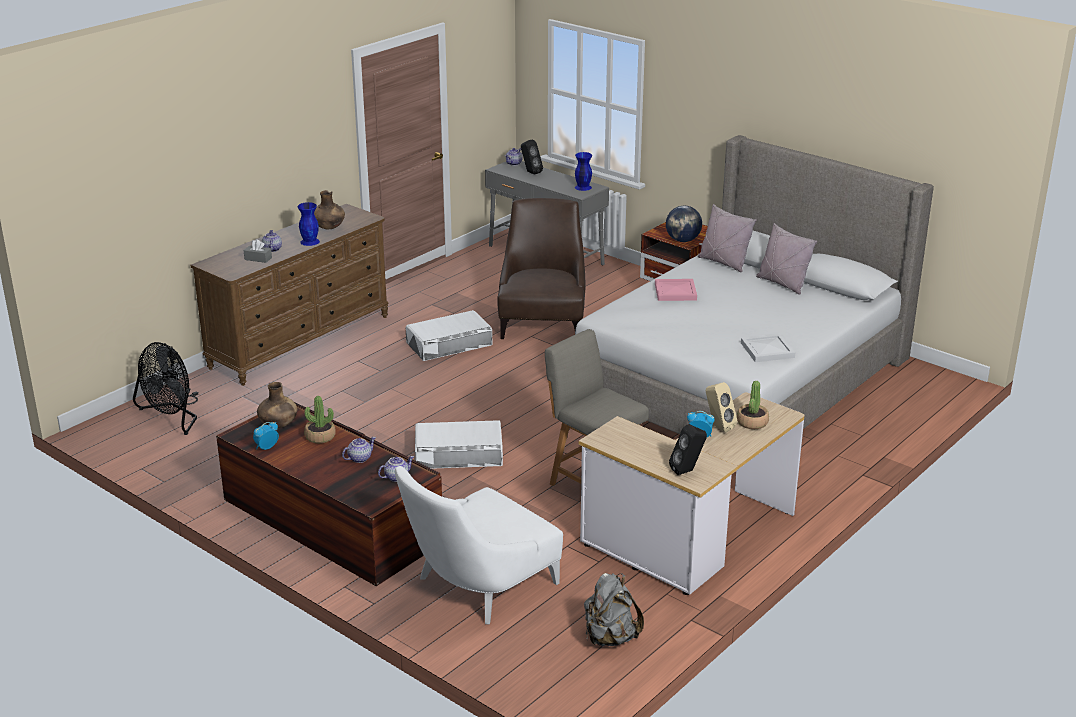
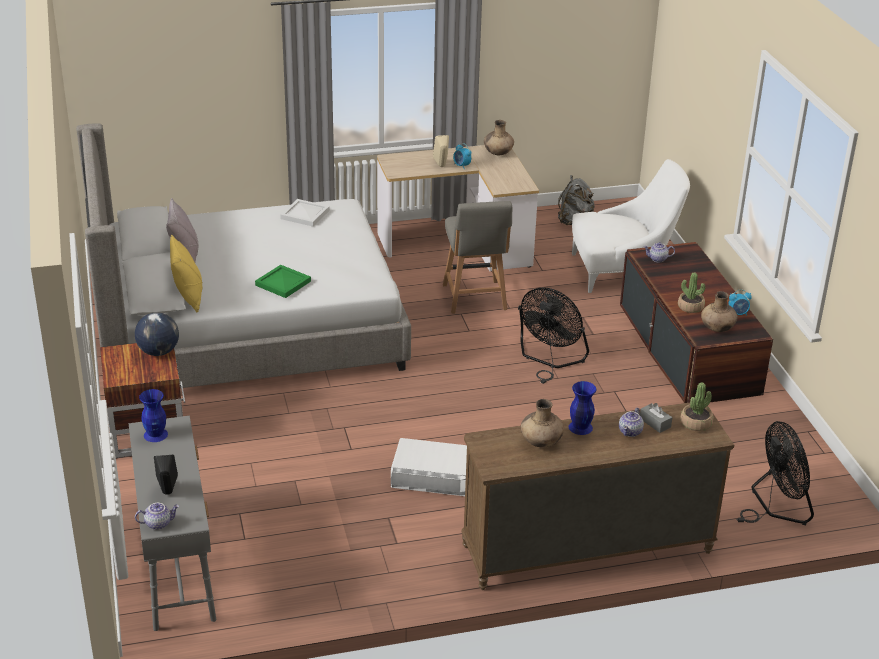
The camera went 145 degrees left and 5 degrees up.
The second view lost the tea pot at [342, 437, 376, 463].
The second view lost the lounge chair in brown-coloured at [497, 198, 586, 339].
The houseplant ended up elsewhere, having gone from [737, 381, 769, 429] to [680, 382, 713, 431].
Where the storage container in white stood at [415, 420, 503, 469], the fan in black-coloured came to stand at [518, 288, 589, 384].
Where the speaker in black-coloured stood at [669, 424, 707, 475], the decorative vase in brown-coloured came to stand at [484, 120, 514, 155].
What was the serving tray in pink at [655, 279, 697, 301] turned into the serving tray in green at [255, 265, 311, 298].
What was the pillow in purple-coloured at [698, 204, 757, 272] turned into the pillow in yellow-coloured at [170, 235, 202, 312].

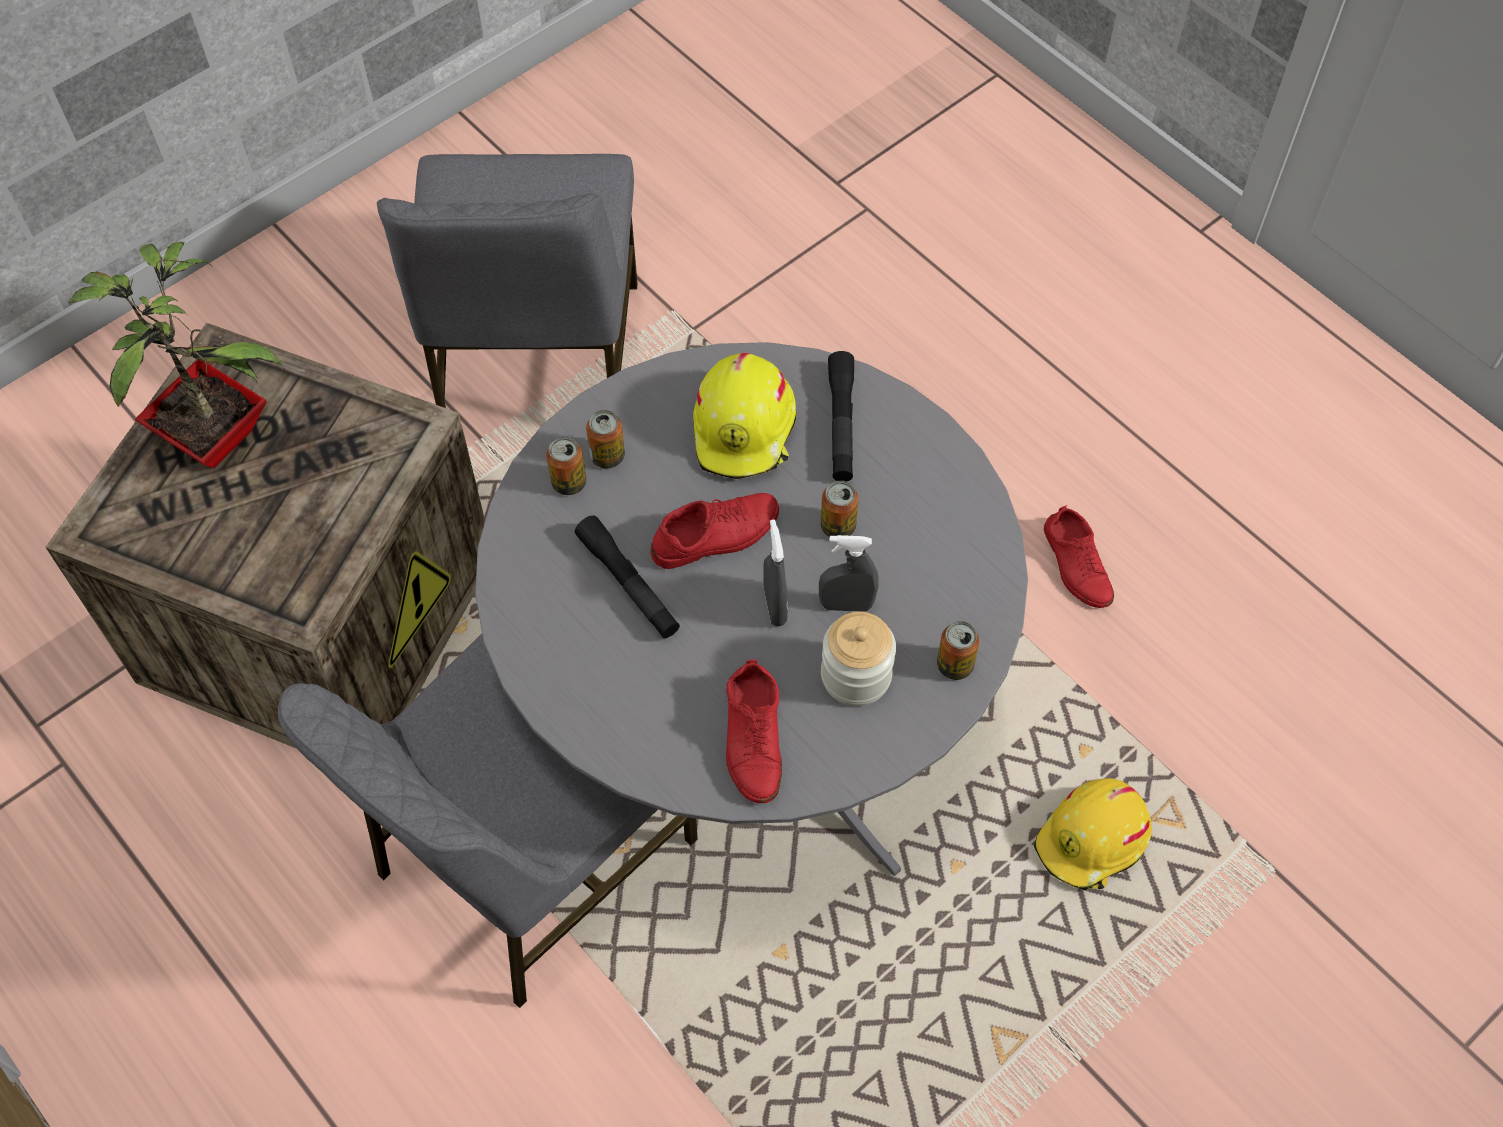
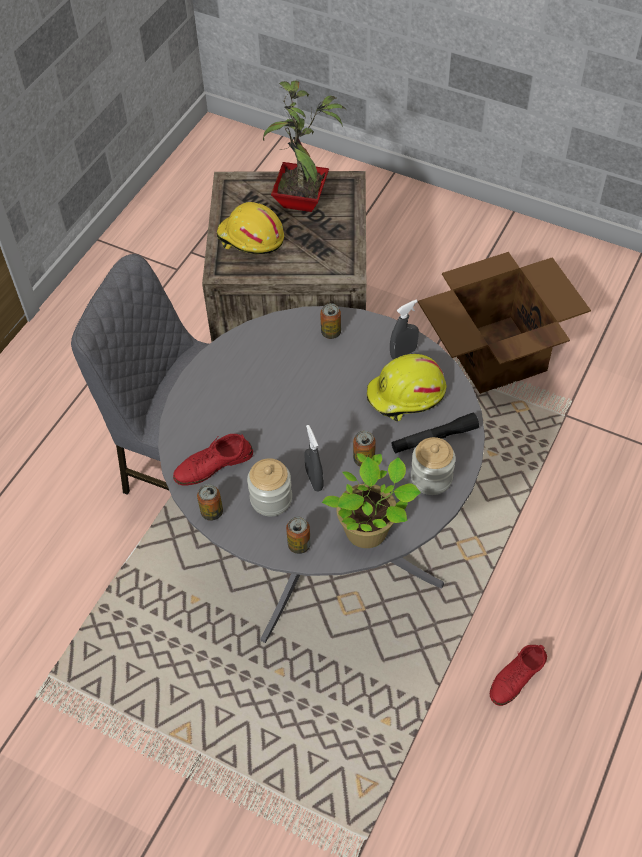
The camera went 70 degrees right and 5 degrees down.
The second view lost the torch in black-coloured at [575, 515, 680, 638].
The second view lost the item of footwear in red-coloured at [650, 493, 779, 569].
The second view gained the houseplant at [322, 453, 421, 548].
The second view gained the storage jar at [411, 437, 456, 495].
The can ended up elsewhere, having gone from [586, 410, 625, 468] to [197, 484, 223, 521].
The hand sprayer in gray ended up elsewhere, having gone from [763, 519, 788, 626] to [390, 299, 419, 360].
The safety helmet in yellow-coloured ended up elsewhere, having gone from [1034, 778, 1152, 890] to [217, 202, 284, 254].
Where the chair in gray stood at [377, 154, 638, 408], the carton came to stand at [418, 252, 591, 394].

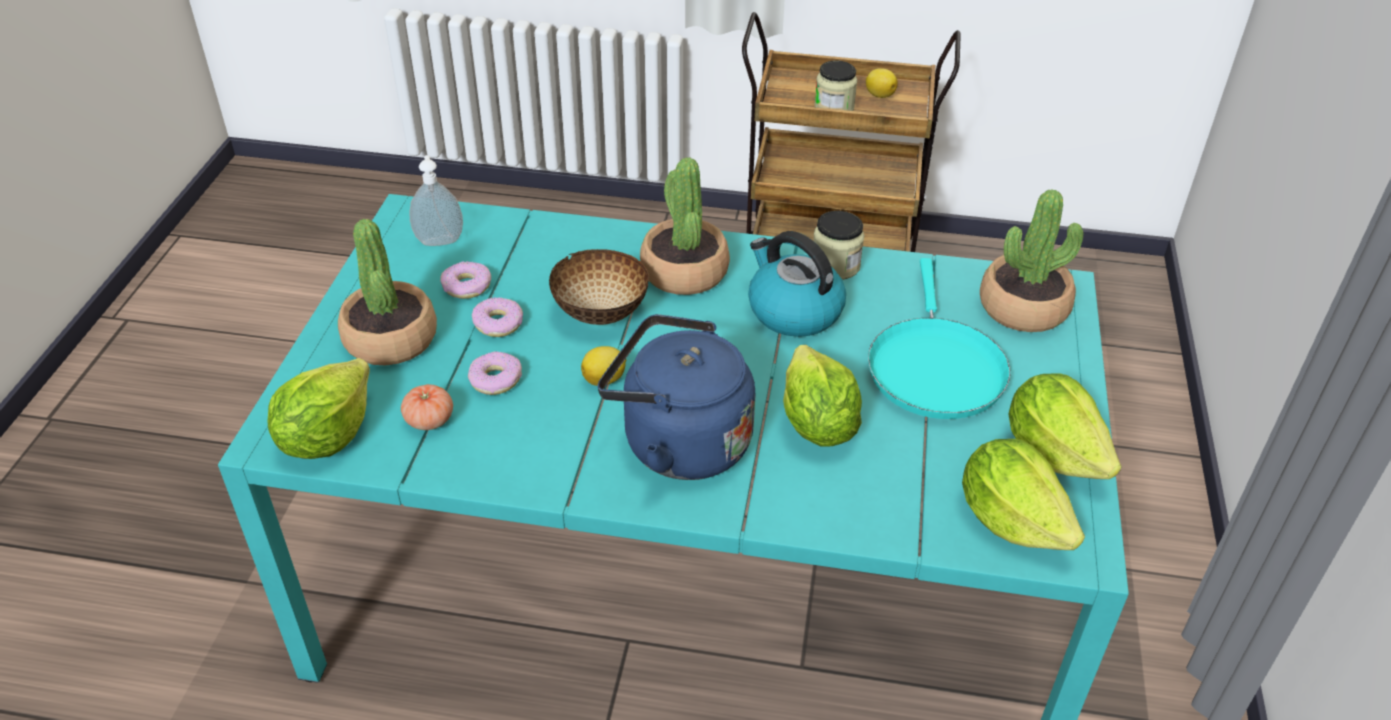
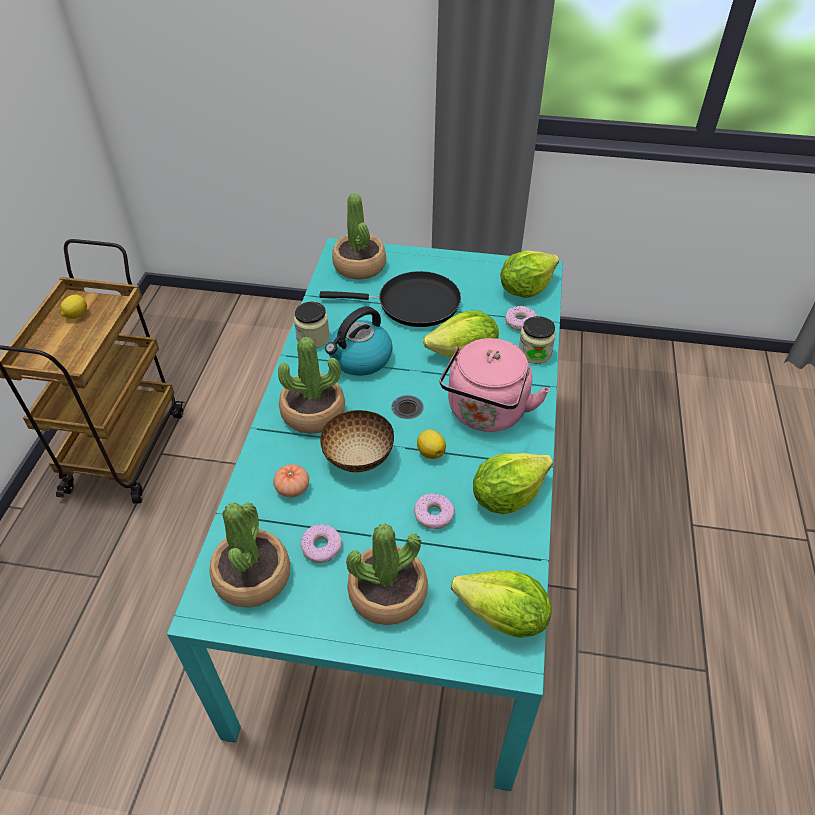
The camera went 90 degrees left and 5 degrees up.
The fresh tomato ended up elsewhere, having gone from [401, 384, 453, 430] to [273, 464, 309, 498].
The ring doughnut ended up elsewhere, having gone from [472, 297, 523, 337] to [505, 306, 537, 331].
The storage jar ended up elsewhere, having gone from [814, 60, 857, 111] to [519, 316, 556, 364].
The lettuce head ended up elsewhere, having gone from [1008, 373, 1122, 479] to [473, 453, 553, 514].
Where the soap bottle stood at [409, 155, 463, 246], the houseplant came to stand at [209, 502, 290, 607].
What was the tea kettle in blue-coloured at [598, 314, 755, 480] turned into the tea kettle in pink at [439, 338, 550, 432].
What was the pan in turquoise at [868, 258, 1011, 419] turned into the pan in black-coloured at [319, 271, 461, 327].

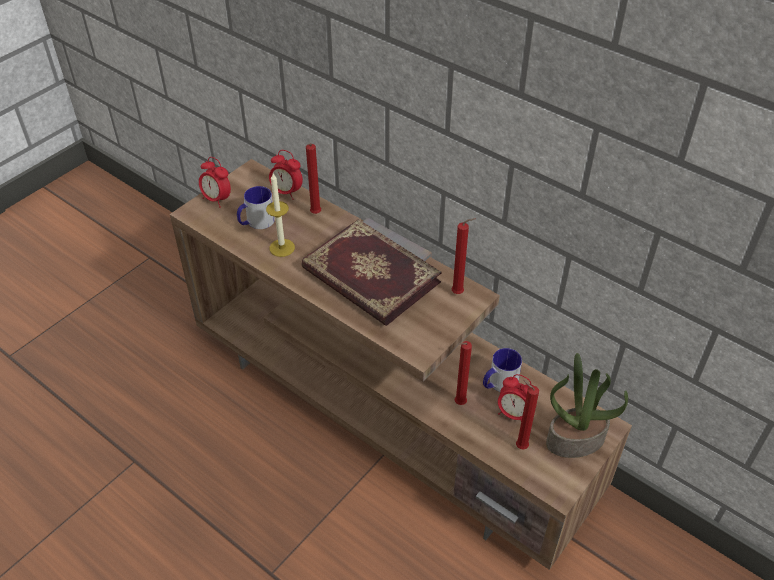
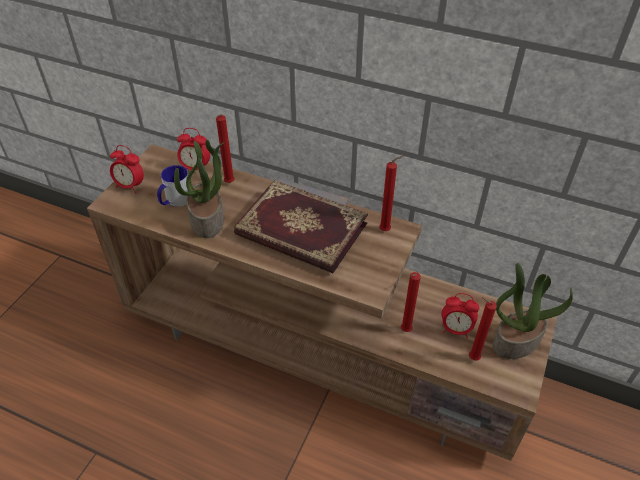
The camera went 15 degrees left and 0 degrees up.
The second view lost the coffee mug at [483, 348, 522, 392].
Where the candle stood at [266, 173, 295, 257], the houseplant came to stand at [174, 140, 225, 238].

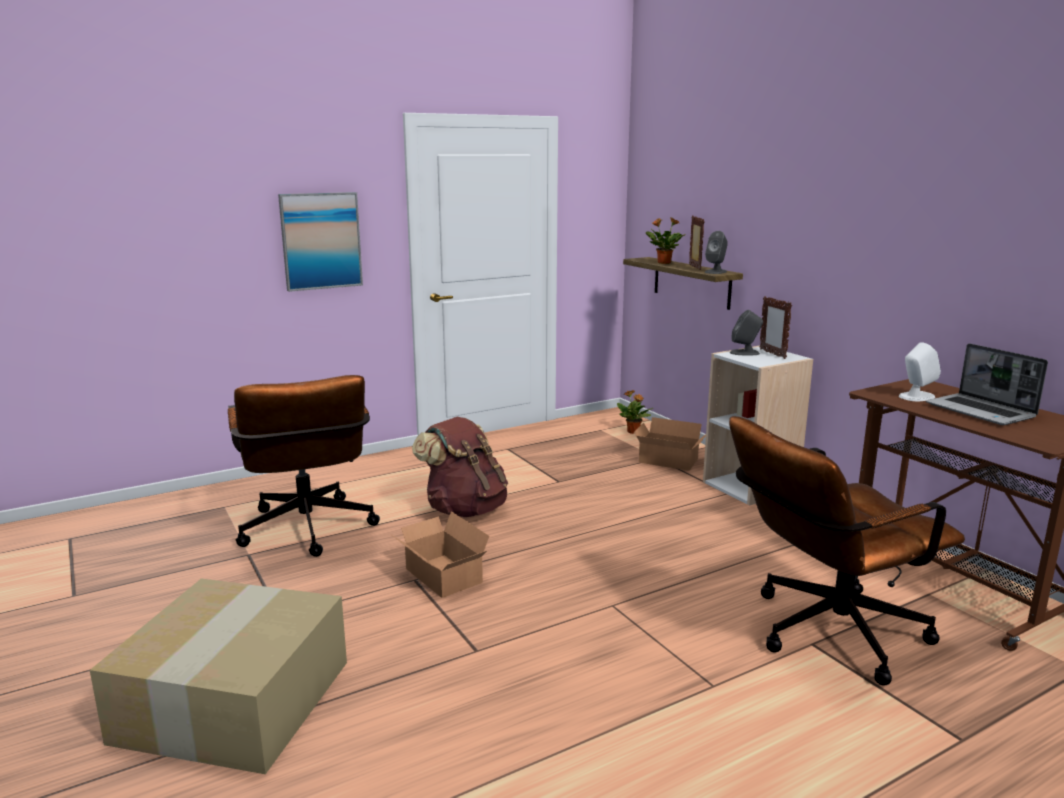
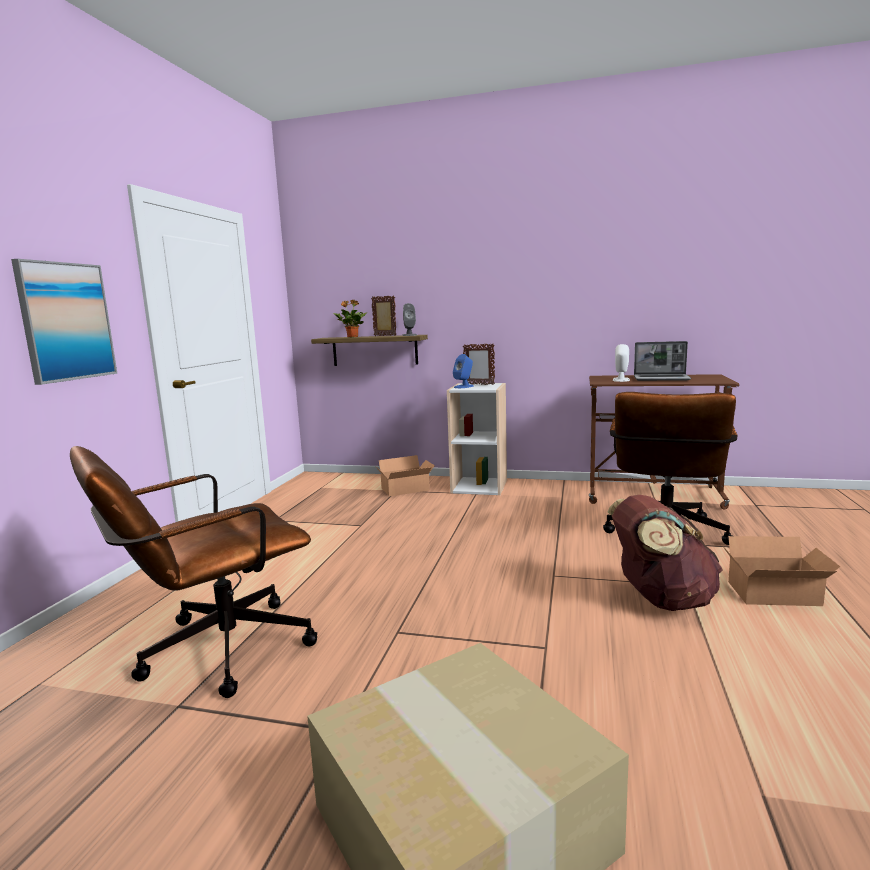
The camera went 45 degrees left and 5 degrees down.
The second view lost the houseplant at [617, 390, 653, 434].
The carton ended up elsewhere, having gone from [390, 511, 489, 598] to [722, 536, 840, 606].
The knapsack in brown-coloured ended up elsewhere, having gone from [412, 417, 508, 517] to [608, 495, 723, 611].
What was the speaker in gray at [730, 310, 763, 355] turned into the speaker in blue-coloured at [453, 354, 473, 388].
The office chair in brown-coloured at [228, 375, 380, 557] ended up facing another way, 120 degrees clockwise from before.

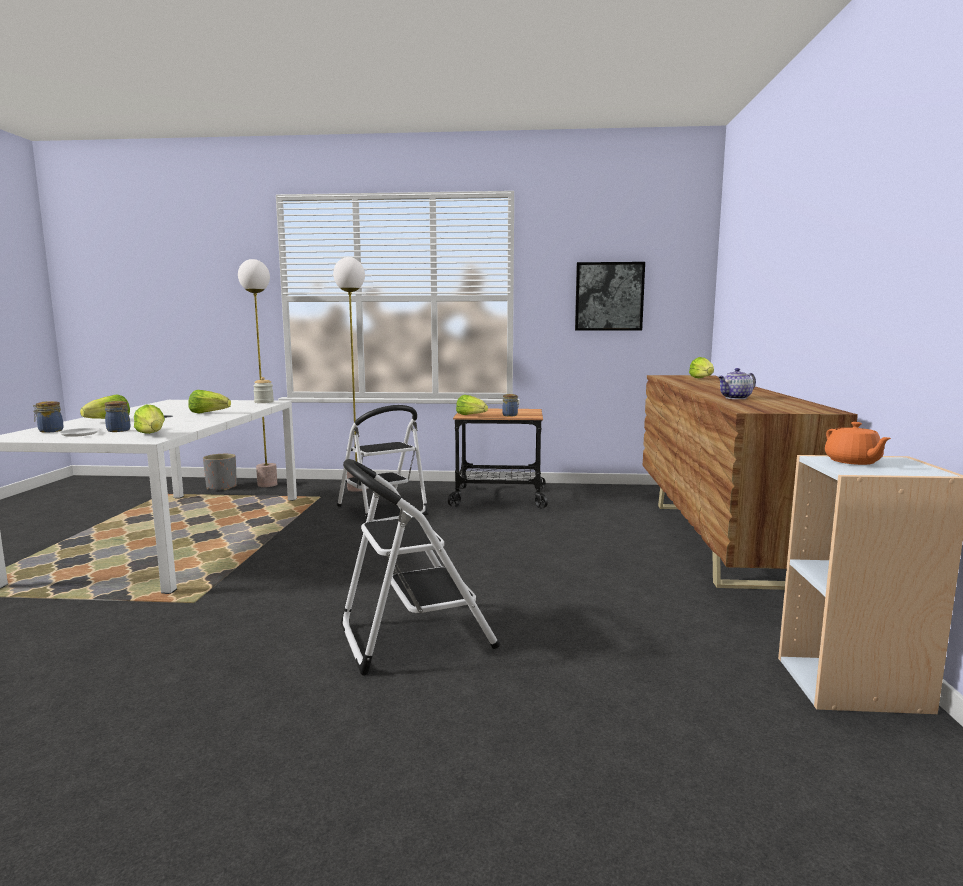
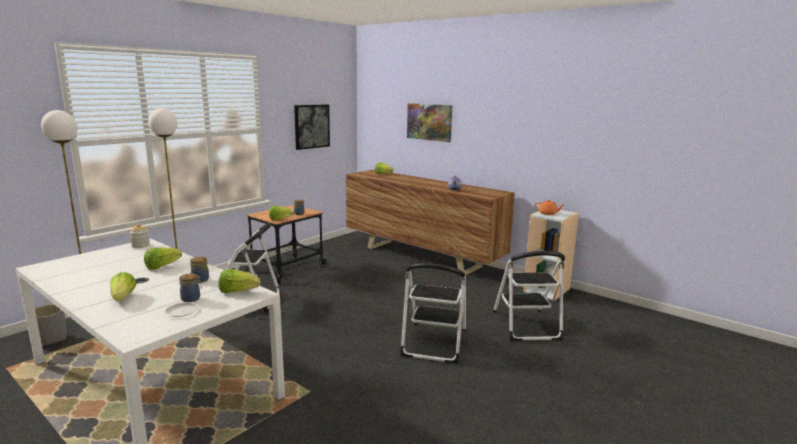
The camera went 55 degrees left and 5 degrees up.
The second view gained the picture at [407, 103, 452, 142].
The second view gained the stepladder at [493, 251, 565, 341].
The storage jar ended up elsewhere, having gone from [33, 401, 64, 433] to [190, 257, 209, 283].

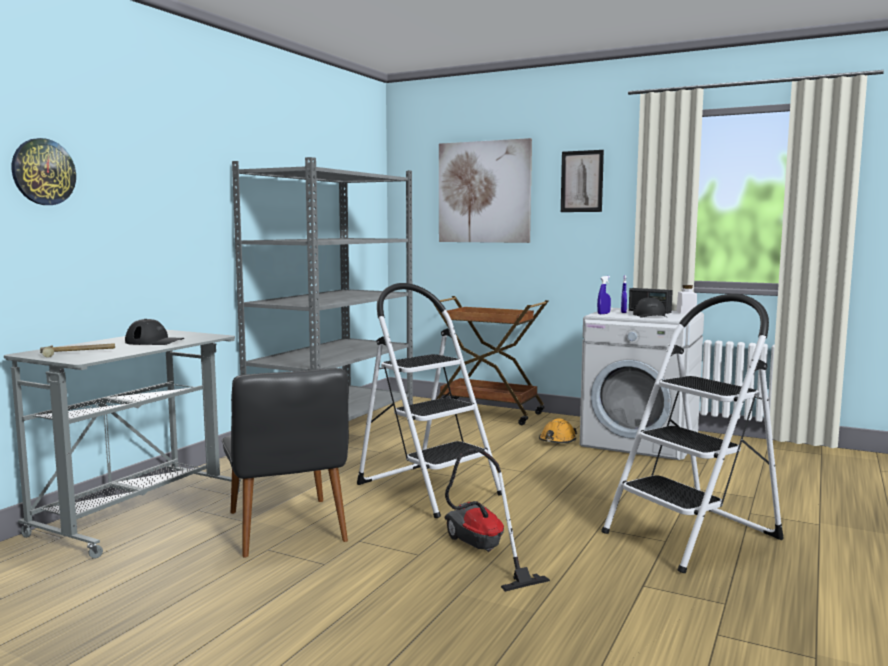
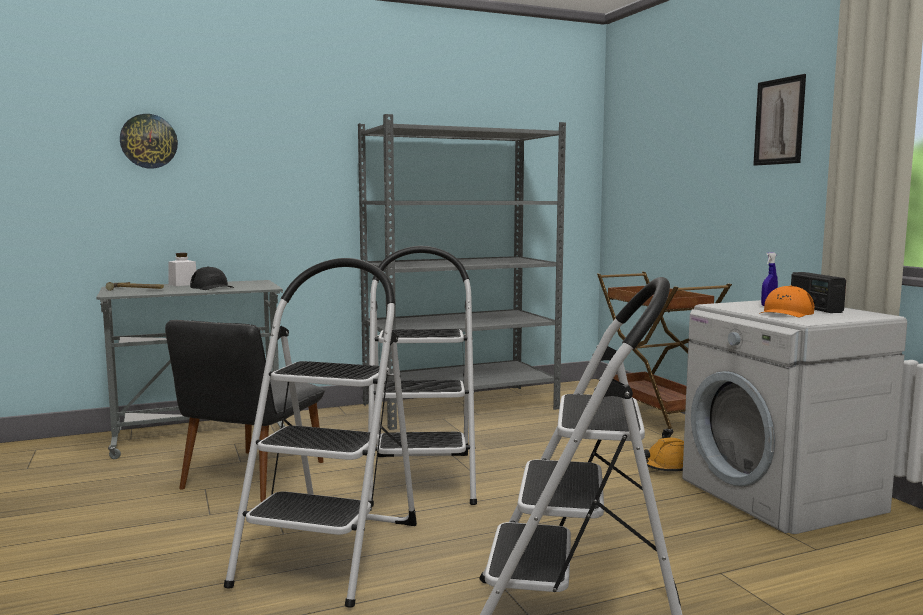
The camera went 40 degrees right and 0 degrees up.
The second view lost the picture at [439, 138, 532, 243].
The second view lost the hand sprayer in blue-coloured at [597, 276, 611, 314].
The storage jar in white ended up elsewhere, having gone from [676, 285, 697, 314] to [168, 253, 197, 286].
Where the hoover stood at [445, 449, 550, 592], the stepladder came to stand at [224, 258, 417, 608].
What was the cap in black-coloured at [633, 297, 668, 318] turned into the cap in orange at [759, 286, 814, 317].

